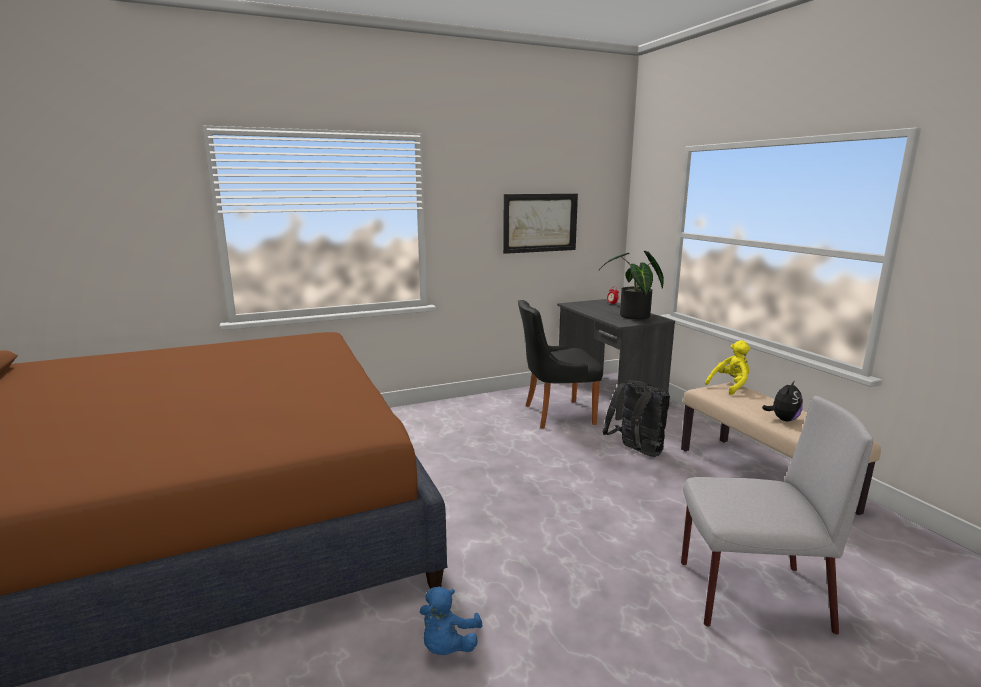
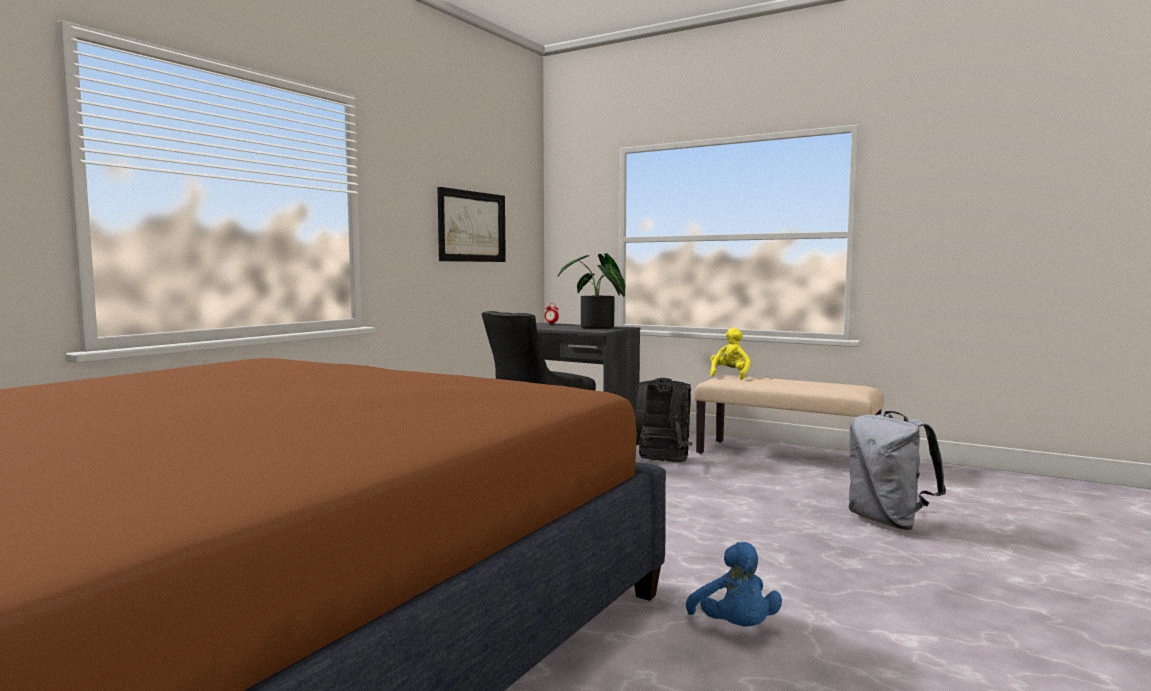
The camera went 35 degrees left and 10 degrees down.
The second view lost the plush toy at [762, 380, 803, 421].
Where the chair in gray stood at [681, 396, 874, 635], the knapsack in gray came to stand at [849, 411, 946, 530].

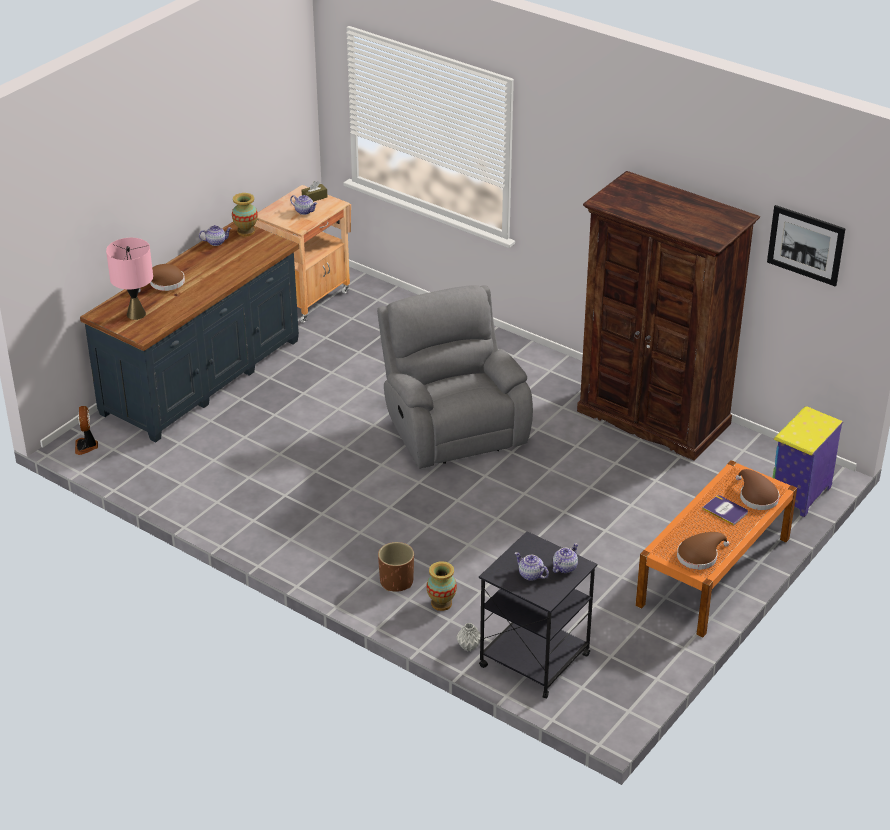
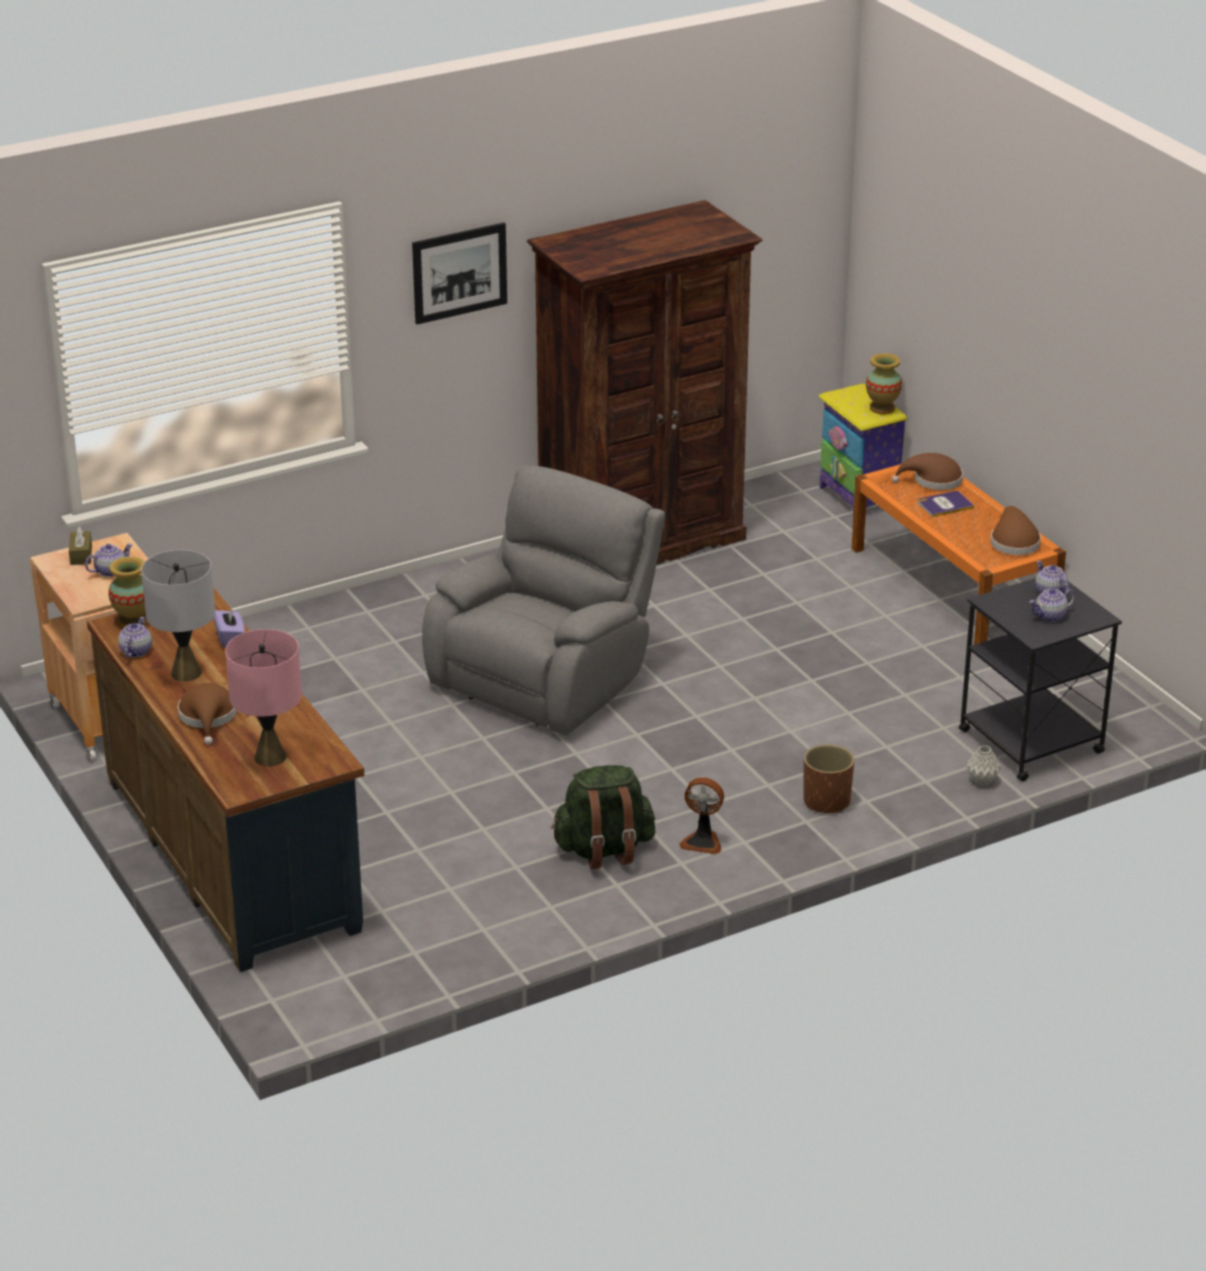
The camera went 65 degrees left and 5 degrees down.
The second view gained the lamp for a table in gray at [141, 550, 215, 682].
The second view gained the box of tissues in purple-coloured at [214, 606, 245, 647].
The second view gained the knapsack in green at [551, 765, 655, 869].
The fan ended up elsewhere, having gone from [75, 406, 98, 455] to [679, 777, 724, 854].
The decorative vase ended up elsewhere, having gone from [427, 561, 457, 611] to [866, 353, 902, 414].
The picture ended up elsewhere, having gone from [767, 205, 845, 286] to [412, 223, 507, 325].
The lounge chair in gray at [377, 285, 533, 469] ended up facing another way, 120 degrees clockwise from before.

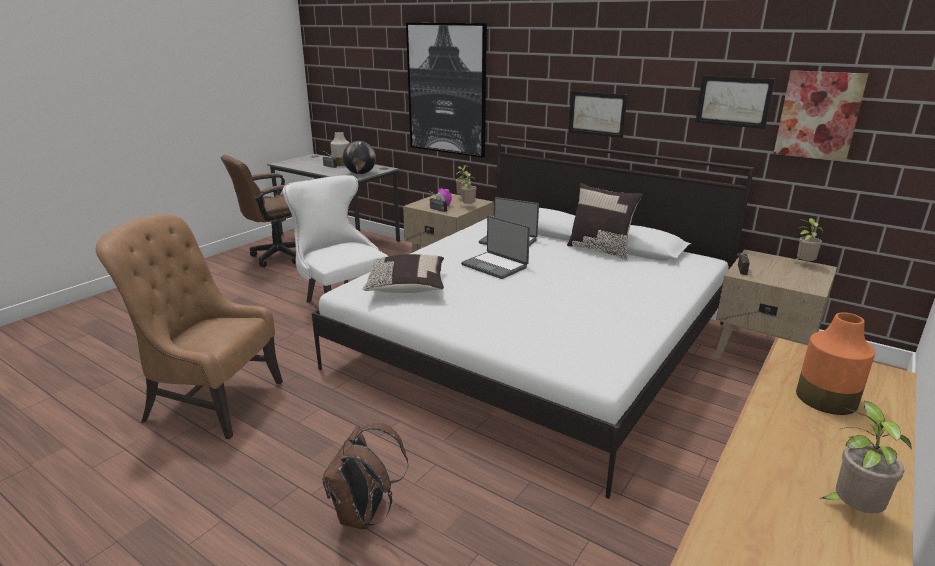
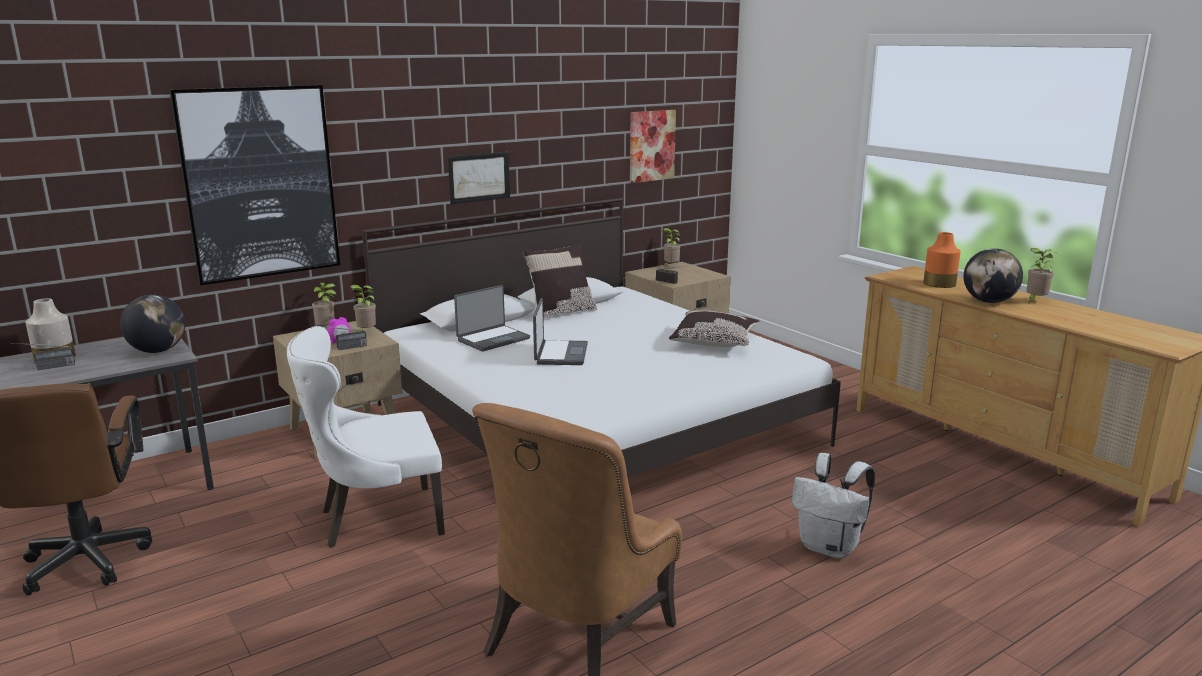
The camera went 70 degrees left and 5 degrees down.
The second view lost the picture at [695, 75, 775, 129].
The second view gained the world globe at [963, 248, 1023, 303].
The pillow ended up elsewhere, having gone from [363, 254, 444, 293] to [669, 310, 759, 347].
What was the knapsack in brown-coloured at [322, 423, 408, 529] turned into the knapsack in white at [792, 453, 875, 559].
The portable computer at [461, 216, 530, 279] ended up facing another way, 60 degrees counterclockwise from before.

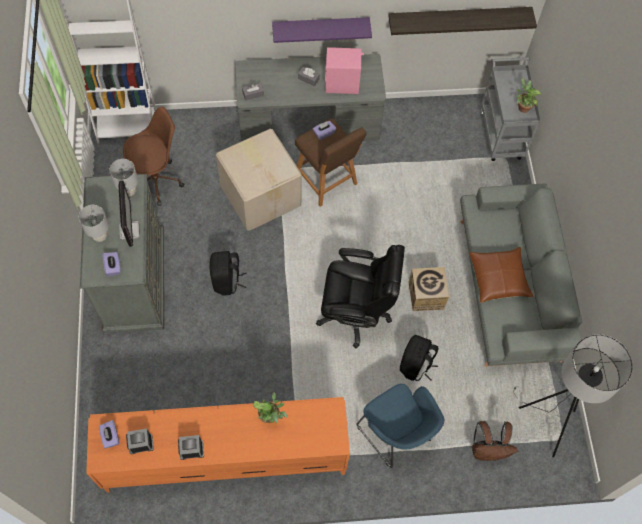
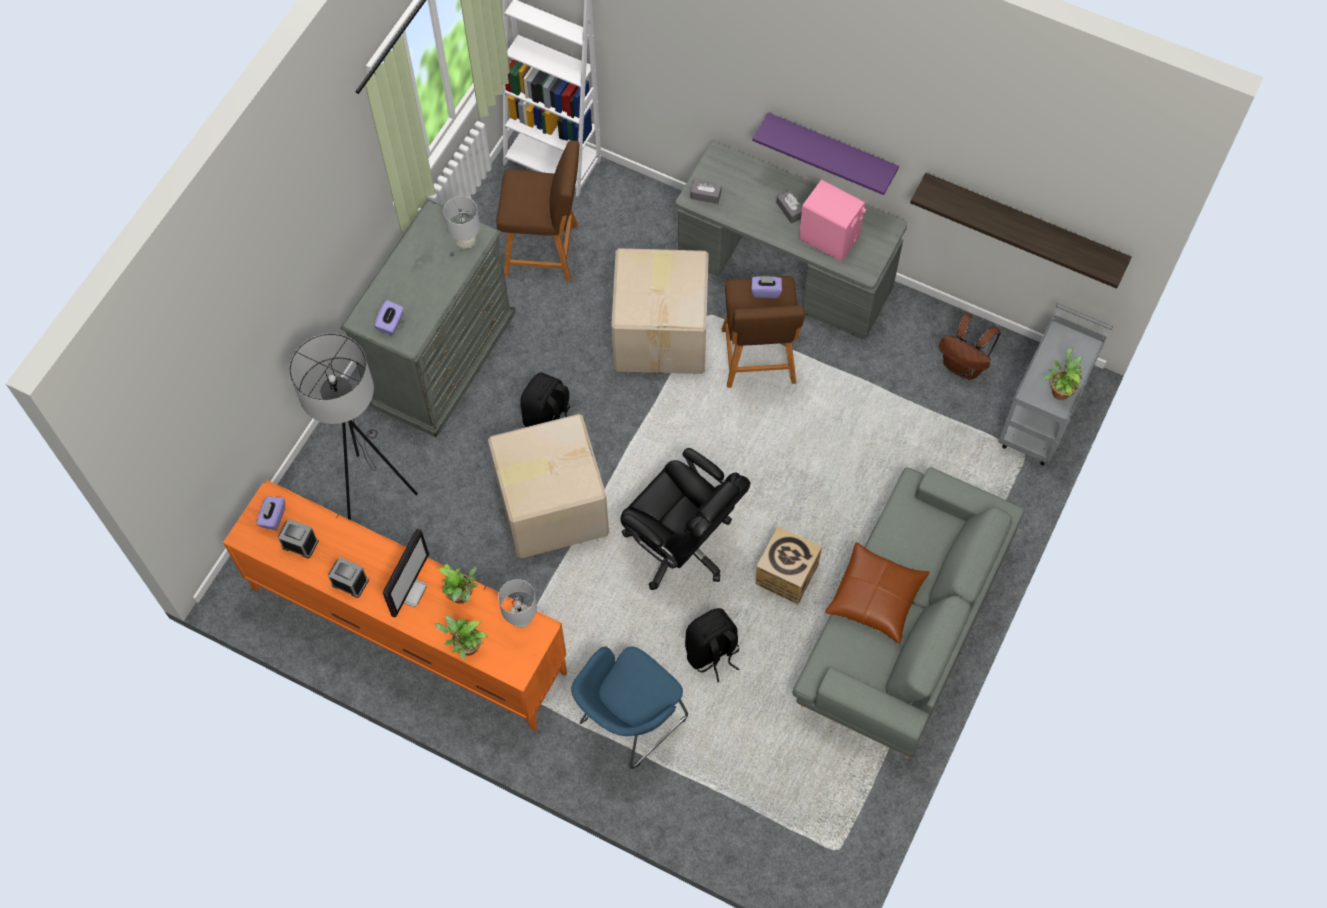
The camera went 35 degrees right and 0 degrees up.
The second view gained the houseplant at [434, 615, 488, 660].
The second view gained the carton at [488, 414, 609, 559].
The lamp for a table in gray ended up elsewhere, having gone from [79, 205, 109, 242] to [498, 579, 537, 628].
The computer screen ended up elsewhere, having gone from [119, 180, 140, 247] to [383, 528, 429, 618].
The knapsack in brown-coloured ended up elsewhere, having gone from [472, 421, 518, 461] to [939, 313, 1001, 380].
The standard lamp in gray ended up elsewhere, having gone from [513, 334, 633, 457] to [289, 333, 418, 520].
Where the office chair in brown-coloured stood at [123, 107, 184, 206], the stool seat in brown-coloured came to stand at [496, 141, 580, 281].
The lounge chair in blue-coloured at [357, 383, 444, 468] ended up facing another way, 45 degrees clockwise from before.

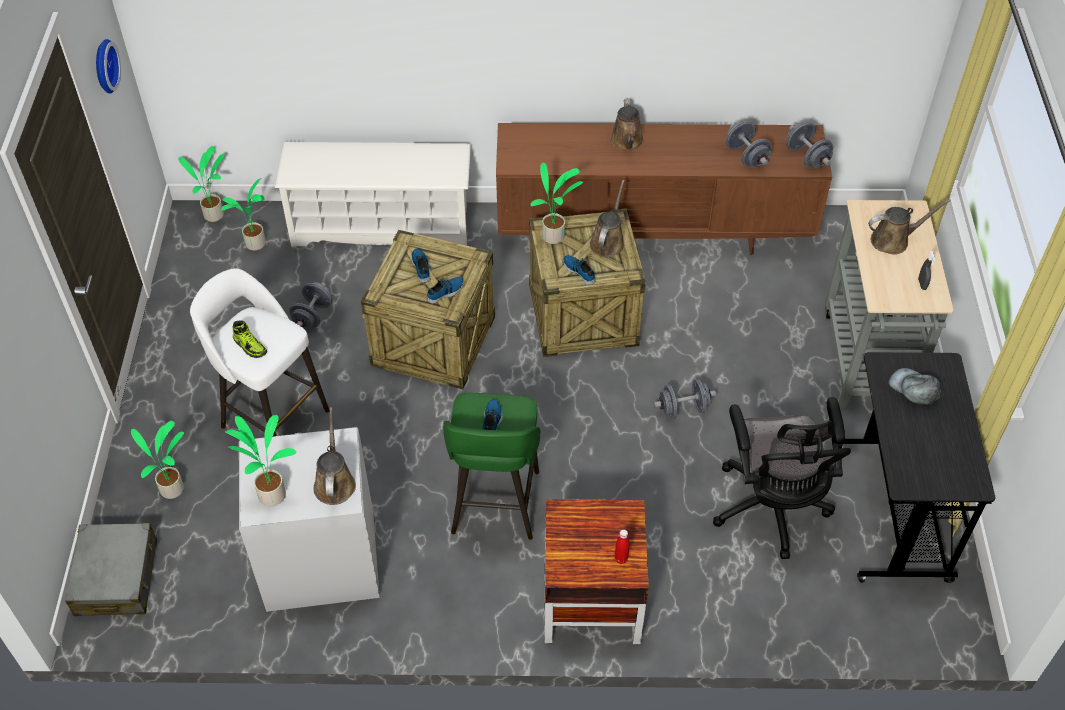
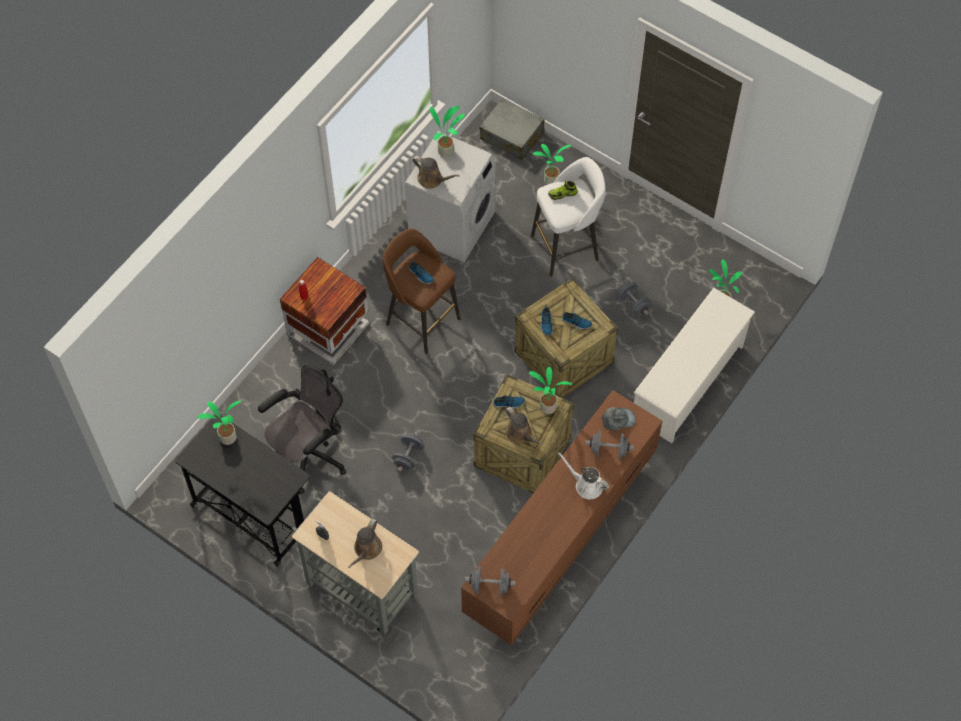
The camera went 125 degrees right and 10 degrees up.
The second view lost the clock on the wall at [96, 39, 121, 94].
The houseplant ended up elsewhere, having gone from [178, 146, 225, 222] to [197, 401, 242, 445].
The free weight in gray ended up elsewhere, having gone from [726, 121, 772, 168] to [585, 431, 634, 460].
The cap in gray ended up elsewhere, having gone from [889, 368, 941, 405] to [602, 407, 636, 431].
What was the stool seat in green at [443, 393, 541, 540] turned into the stool seat in brown-coloured at [382, 229, 461, 354].
What was the sprinkling can in brown-coloured at [610, 99, 644, 151] turned into the sprinkling can in white at [558, 452, 609, 499].
The office chair at [713, 397, 851, 559] ended up facing another way, 105 degrees clockwise from before.

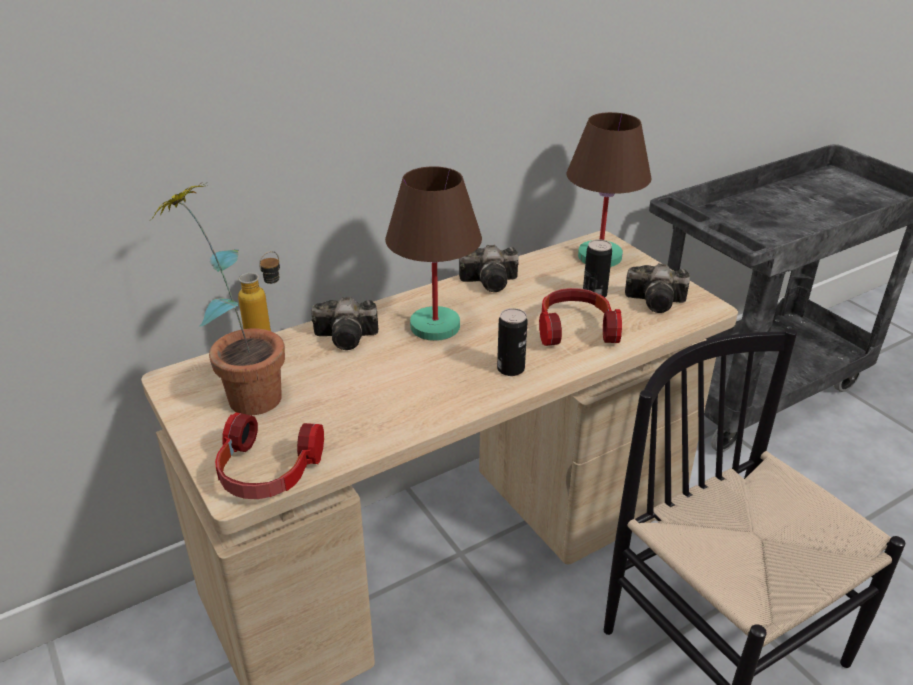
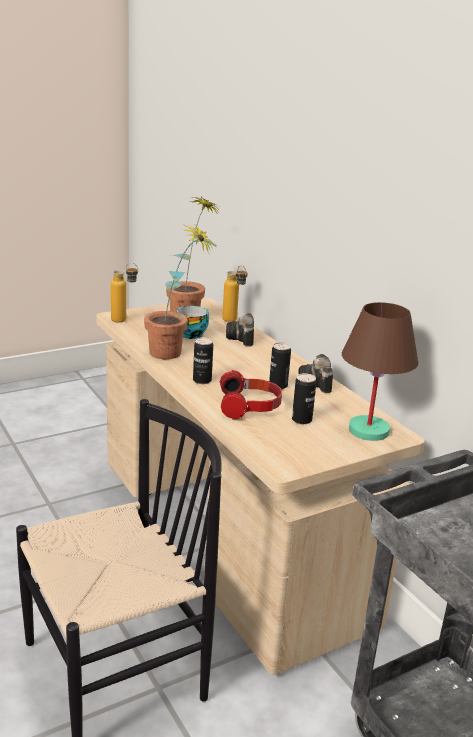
The camera went 90 degrees right and 10 degrees down.
The second view lost the lamp for a table in brown-coloured at [385, 166, 482, 341].
The second view lost the photo camera at [625, 263, 690, 313].
The second view gained the houseplant at [144, 224, 216, 359].
The second view gained the cup at [177, 306, 209, 339].
The second view gained the can at [269, 342, 291, 389].
Where the pair of headphones stood at [215, 412, 324, 499], the drink bottle came to stand at [111, 263, 138, 323].

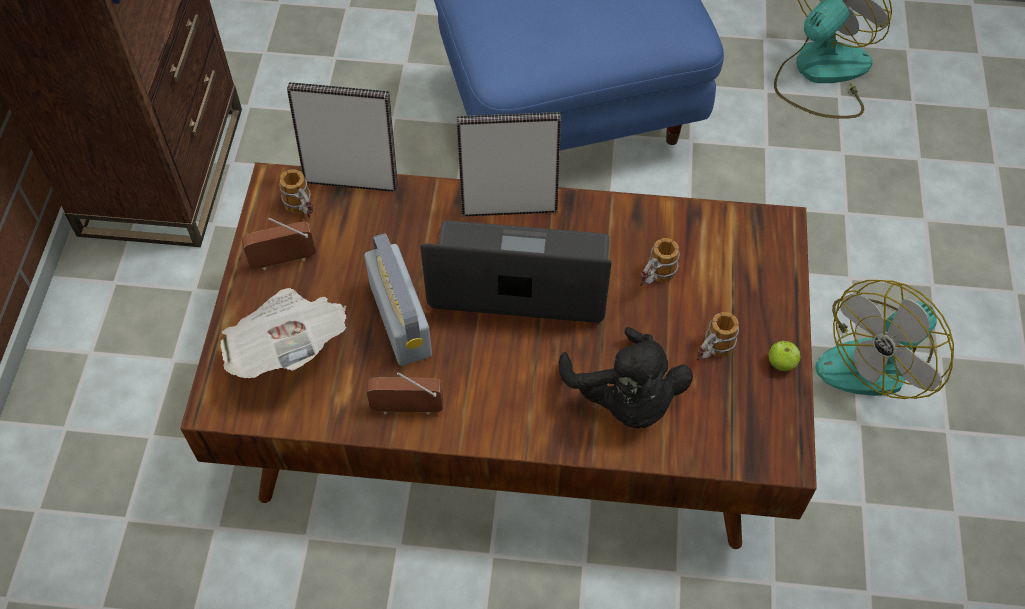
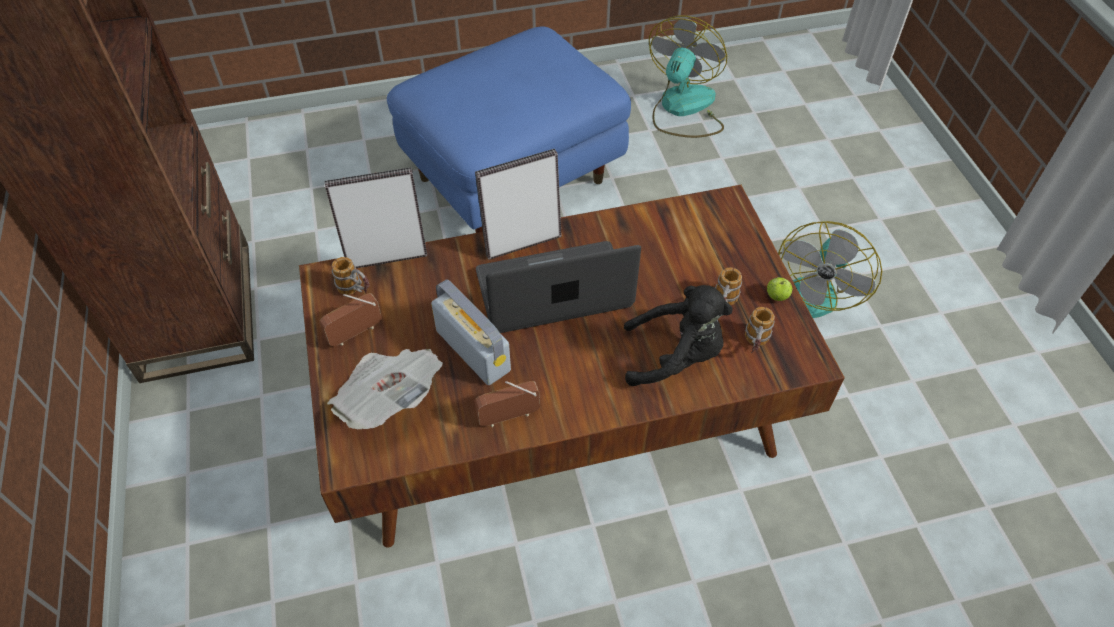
The camera went 20 degrees left and 5 degrees down.
The coffee mug ended up elsewhere, having gone from [640, 238, 680, 286] to [745, 307, 775, 353].
The plush toy in black-coloured at [558, 327, 693, 429] ended up facing another way, 45 degrees counterclockwise from before.

